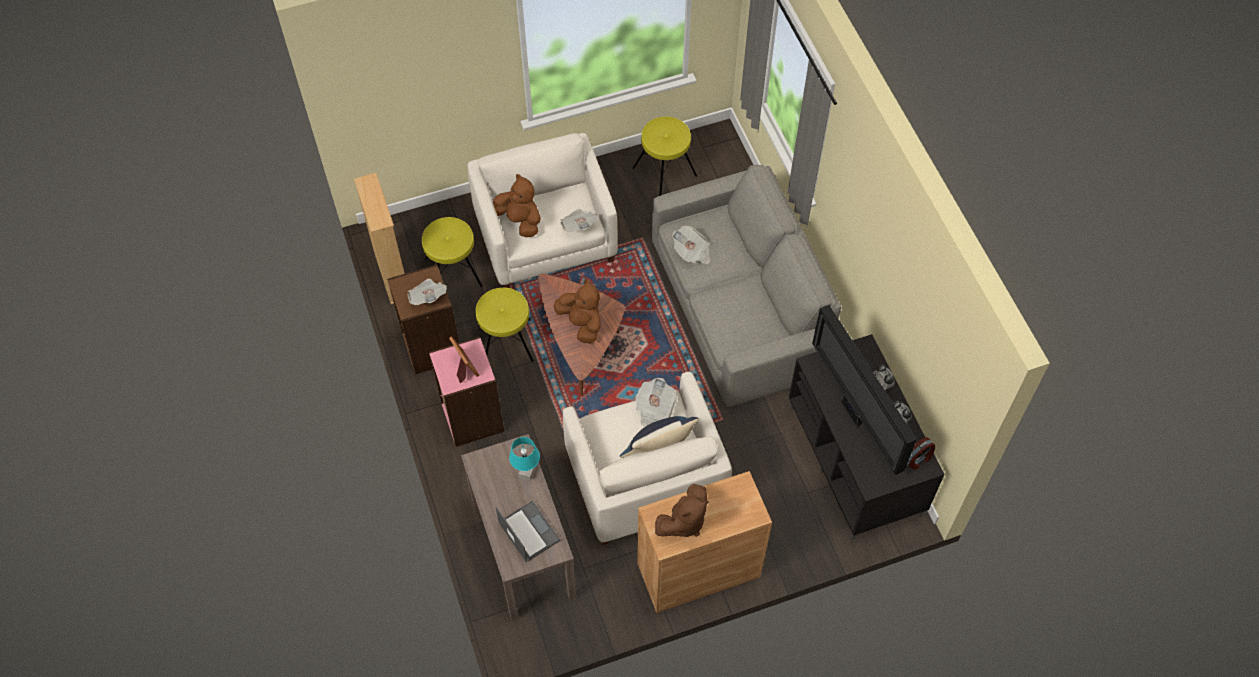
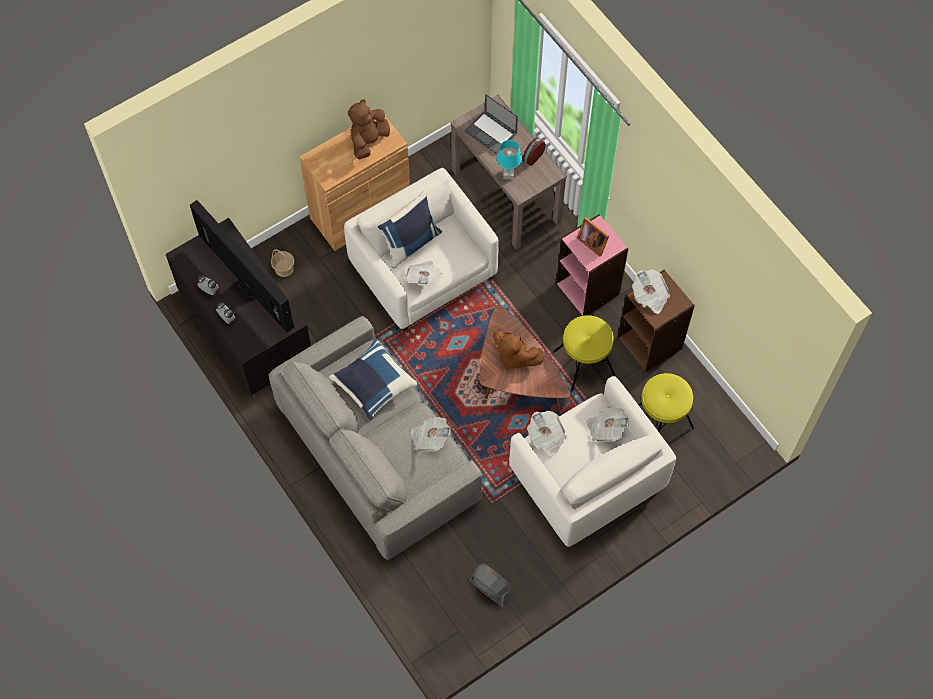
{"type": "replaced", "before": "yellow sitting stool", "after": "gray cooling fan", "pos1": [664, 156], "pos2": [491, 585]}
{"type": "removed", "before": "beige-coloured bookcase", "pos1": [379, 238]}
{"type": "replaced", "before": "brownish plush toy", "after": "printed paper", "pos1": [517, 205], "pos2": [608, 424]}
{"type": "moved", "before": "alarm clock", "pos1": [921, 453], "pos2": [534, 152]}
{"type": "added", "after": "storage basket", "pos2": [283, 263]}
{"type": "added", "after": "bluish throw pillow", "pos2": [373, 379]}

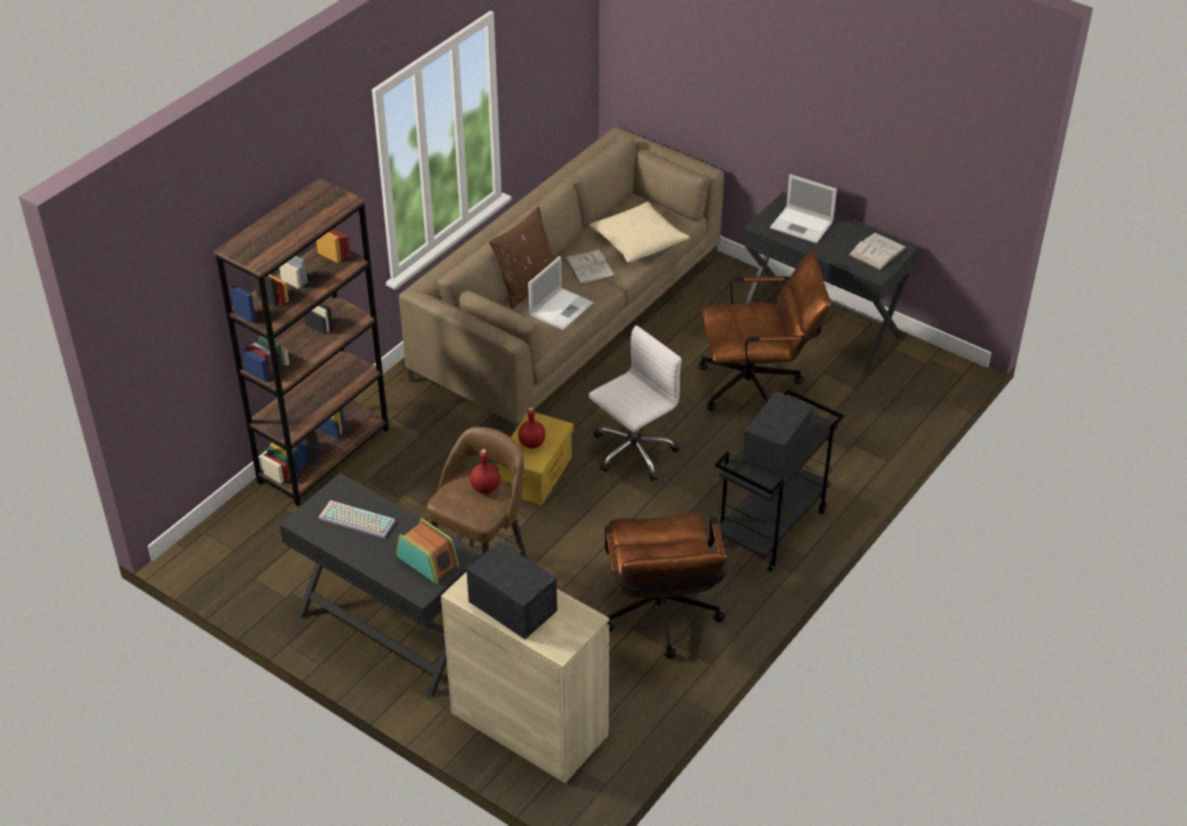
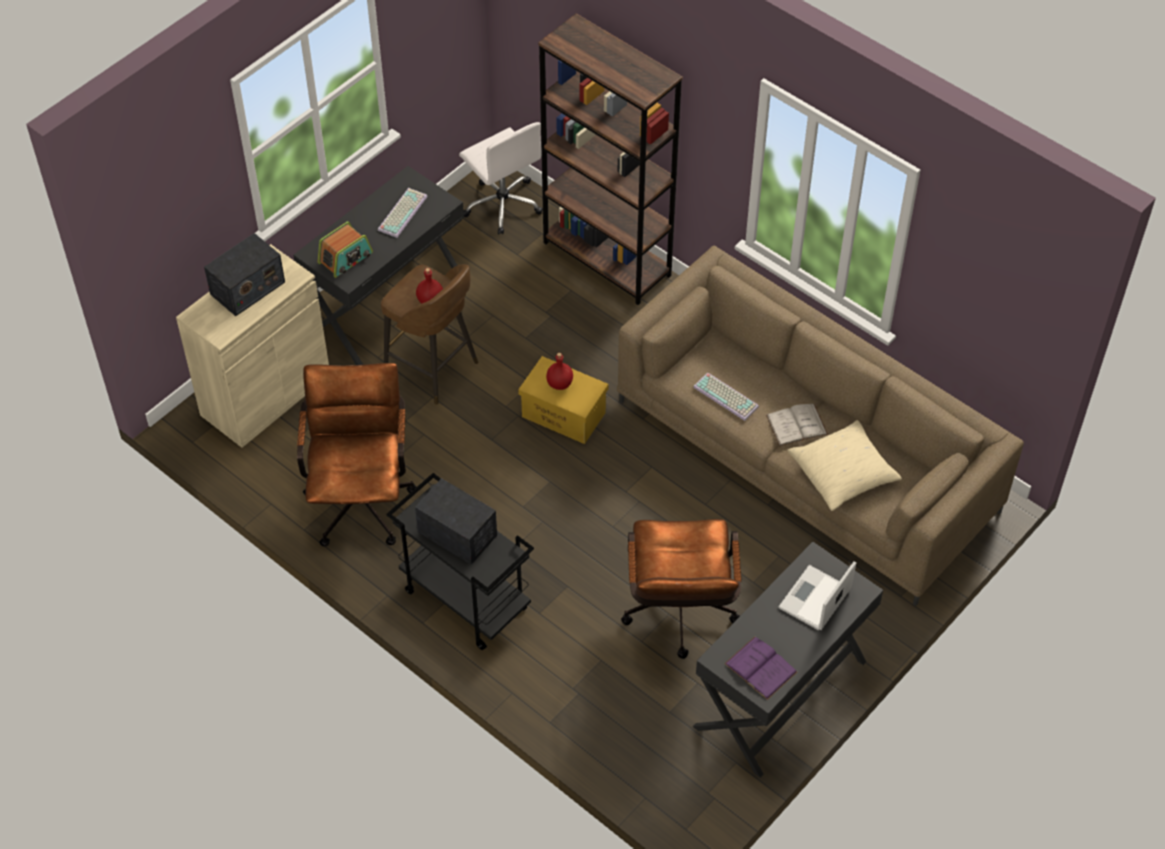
{"type": "removed", "before": "brownish throw pillow", "pos1": [521, 257]}
{"type": "recoloured", "before": "white-coloured volume", "after": "purple volume", "pos1": [878, 251], "pos2": [760, 668]}
{"type": "replaced", "before": "portable computer", "after": "PC keyboard", "pos1": [560, 293], "pos2": [726, 396]}
{"type": "moved", "before": "white-coloured desk chair", "pos1": [635, 403], "pos2": [501, 178]}
{"type": "turned", "before": "brownish desk chair", "pos1": [666, 586], "pos2": [356, 455], "turn": 90}

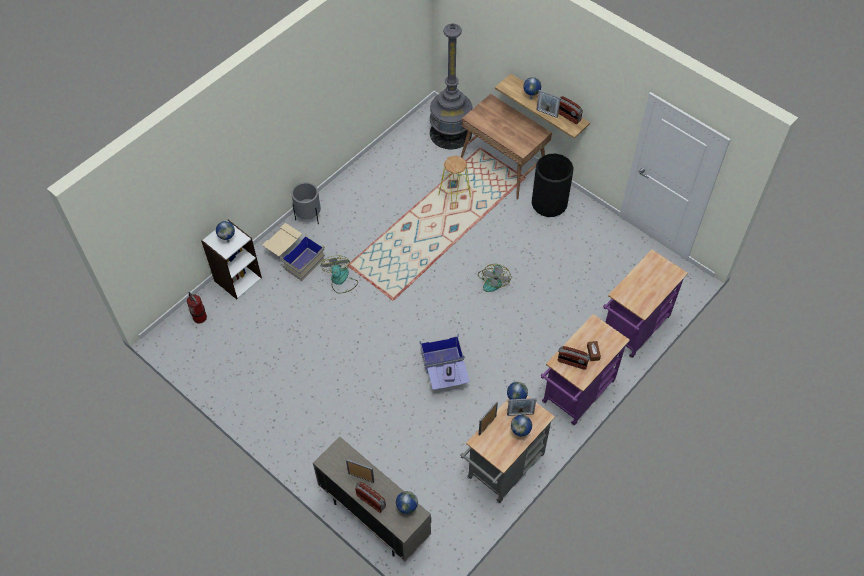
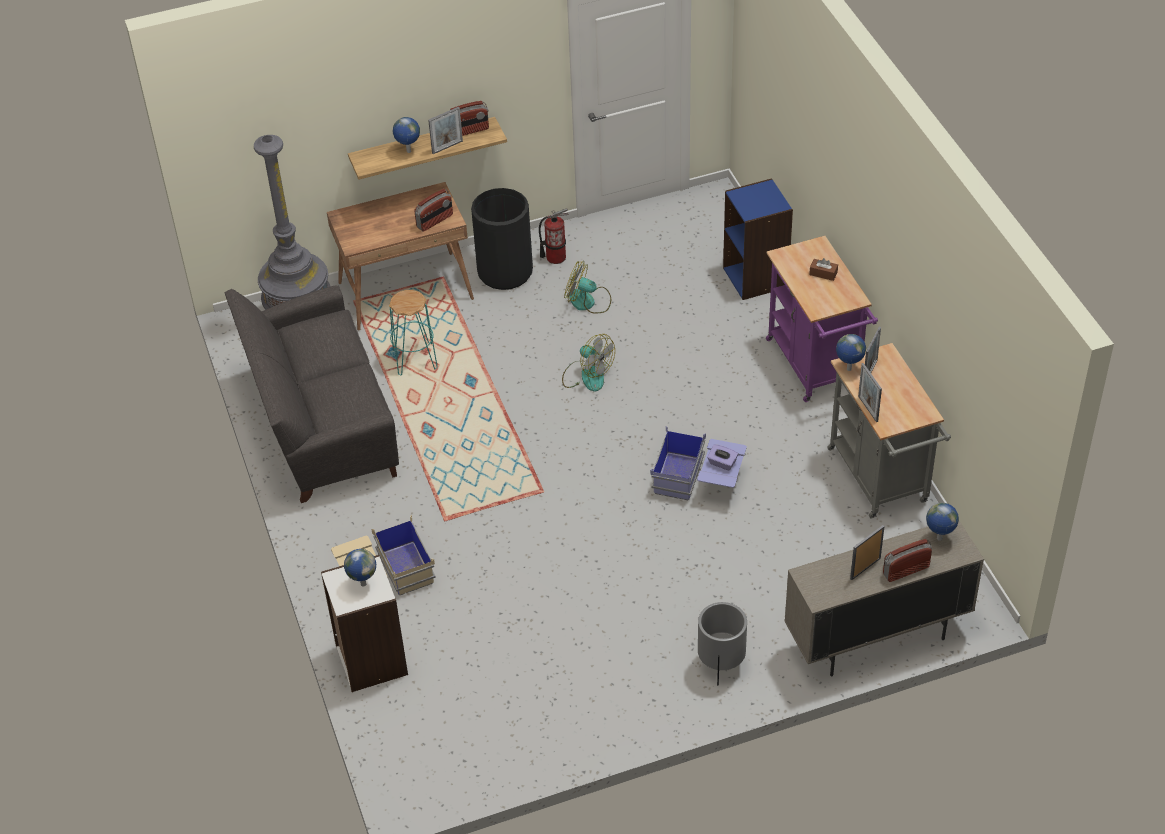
{"type": "recoloured", "before": "yellow sitting stool", "after": "turquoise sitting stool", "pos1": [454, 182], "pos2": [413, 333]}
{"type": "moved", "before": "gray flower pot", "pos1": [306, 203], "pos2": [722, 643]}
{"type": "replaced", "before": "purple wheeled cart", "after": "bluish bookcase", "pos1": [645, 304], "pos2": [758, 239]}
{"type": "moved", "before": "cooling fan", "pos1": [339, 275], "pos2": [587, 287]}
{"type": "moved", "before": "extinguisher", "pos1": [197, 307], "pos2": [554, 236]}
{"type": "moved", "before": "radio receiver", "pos1": [574, 358], "pos2": [433, 210]}
{"type": "removed", "before": "desk globe", "pos1": [521, 425]}
{"type": "added", "after": "gray couch", "pos2": [312, 394]}

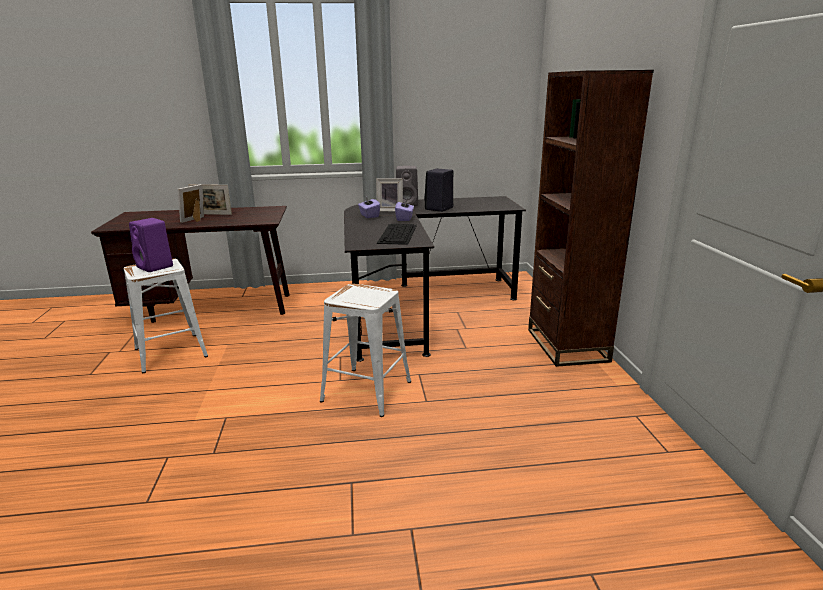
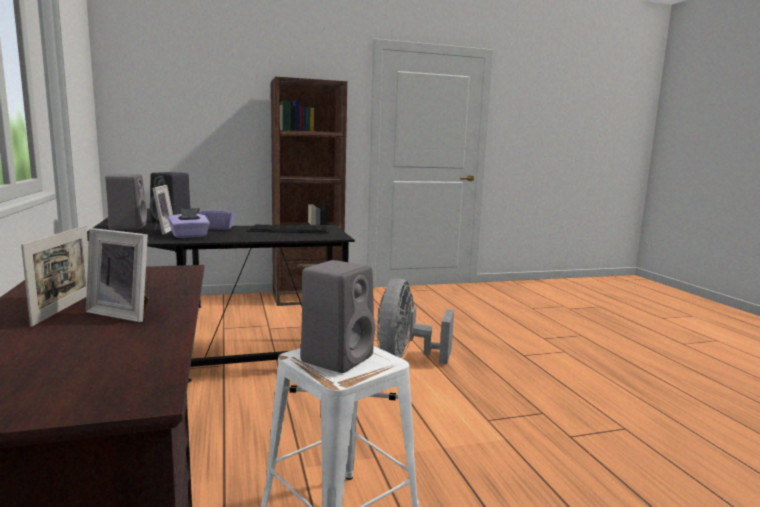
{"type": "recoloured", "before": "purple speaker", "after": "gray speaker", "pos1": [151, 245], "pos2": [338, 316]}
{"type": "replaced", "before": "white-coloured sitting stool", "after": "gray cooling fan", "pos1": [365, 350], "pos2": [415, 321]}

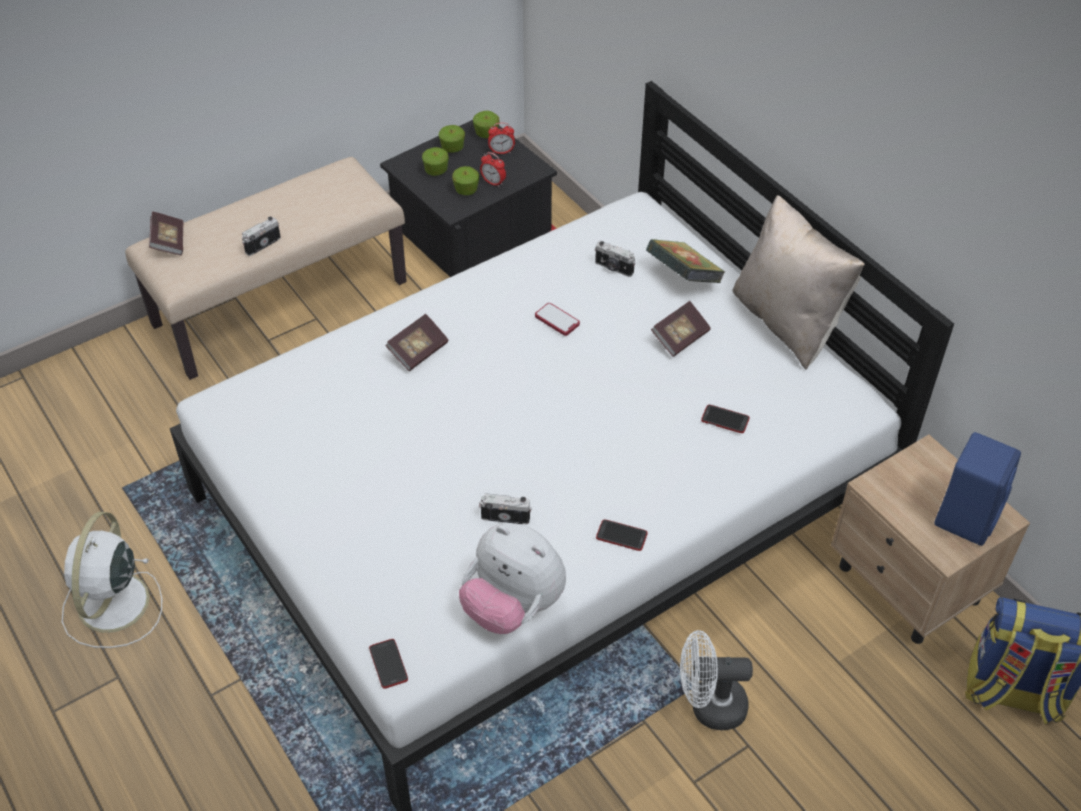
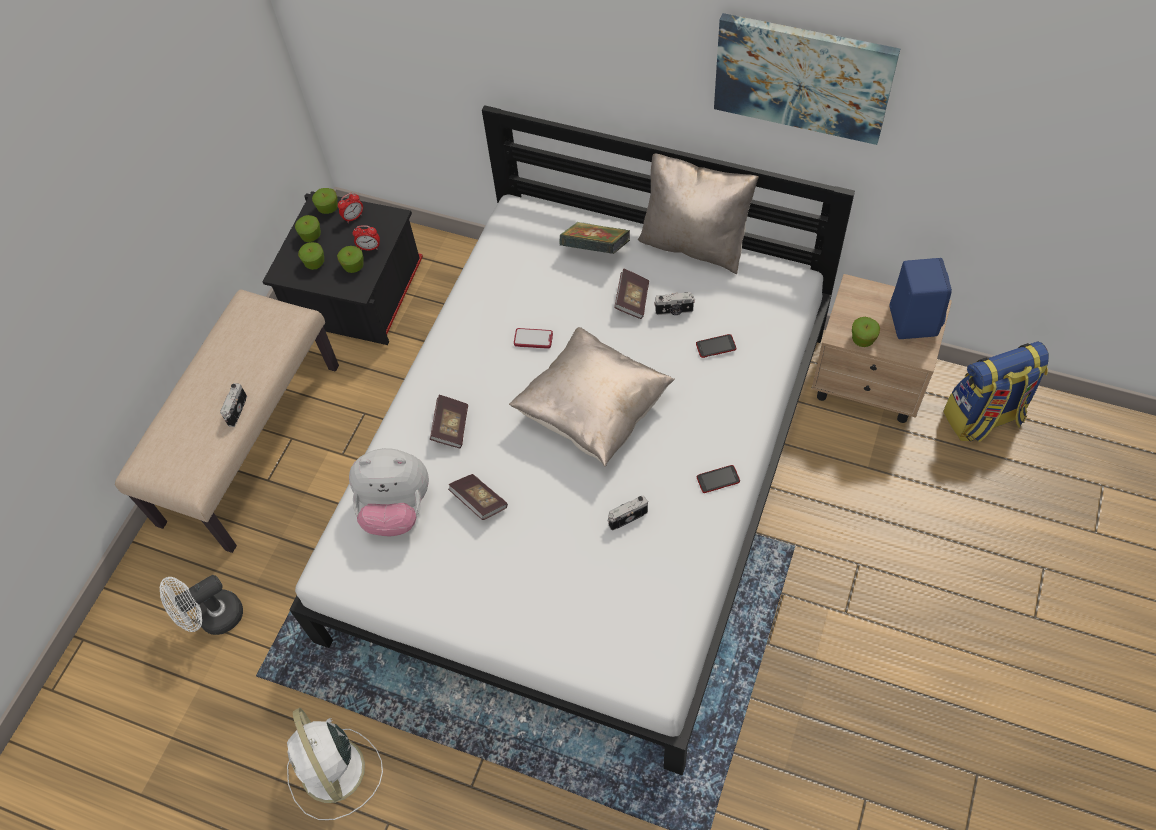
{"type": "moved", "before": "volume", "pos1": [166, 233], "pos2": [478, 497]}
{"type": "moved", "before": "still camera", "pos1": [615, 259], "pos2": [674, 303]}
{"type": "moved", "before": "plush toy", "pos1": [512, 579], "pos2": [389, 492]}
{"type": "moved", "before": "white-coloured cooling fan", "pos1": [716, 680], "pos2": [201, 605]}
{"type": "removed", "before": "telephone", "pos1": [388, 664]}
{"type": "added", "after": "wall art", "pos2": [807, 79]}
{"type": "added", "after": "apple", "pos2": [866, 332]}
{"type": "added", "after": "beige-coloured throw pillow", "pos2": [592, 397]}

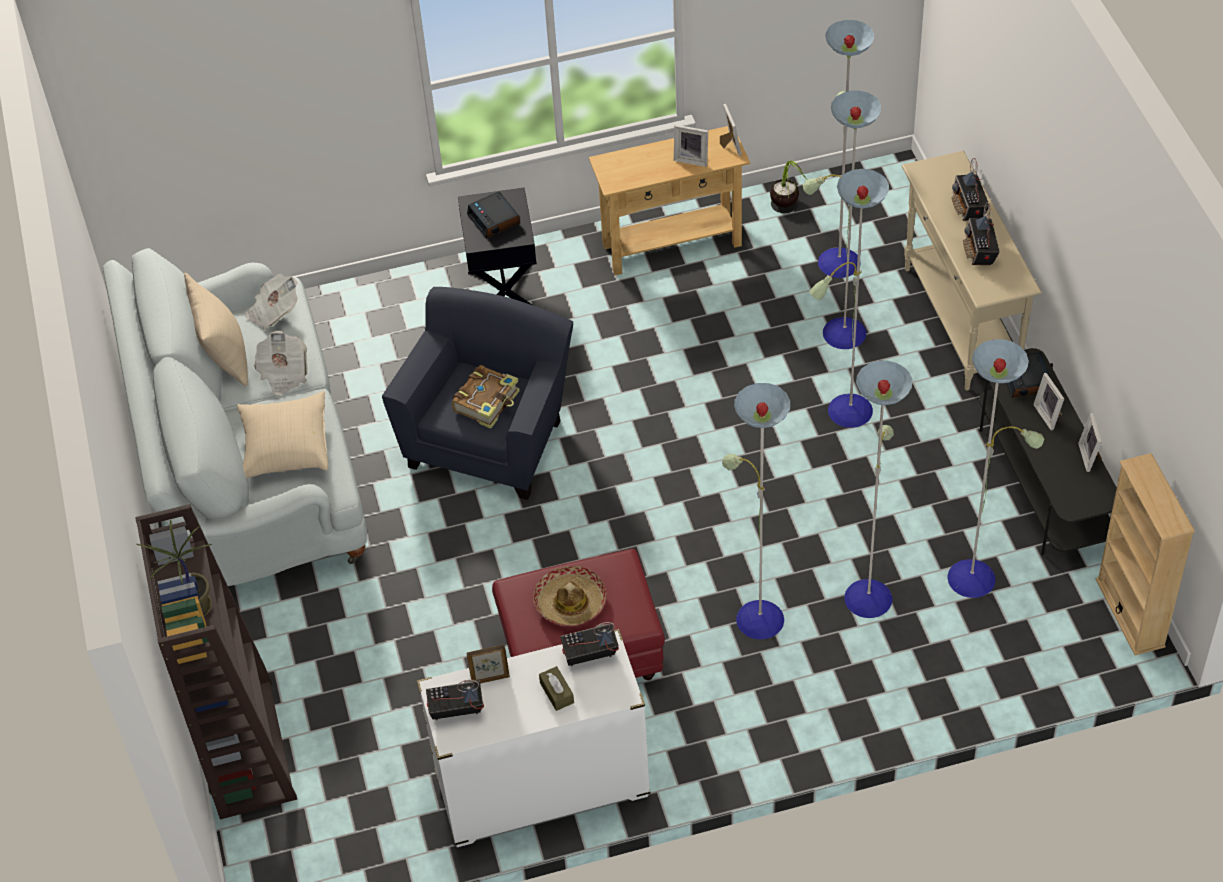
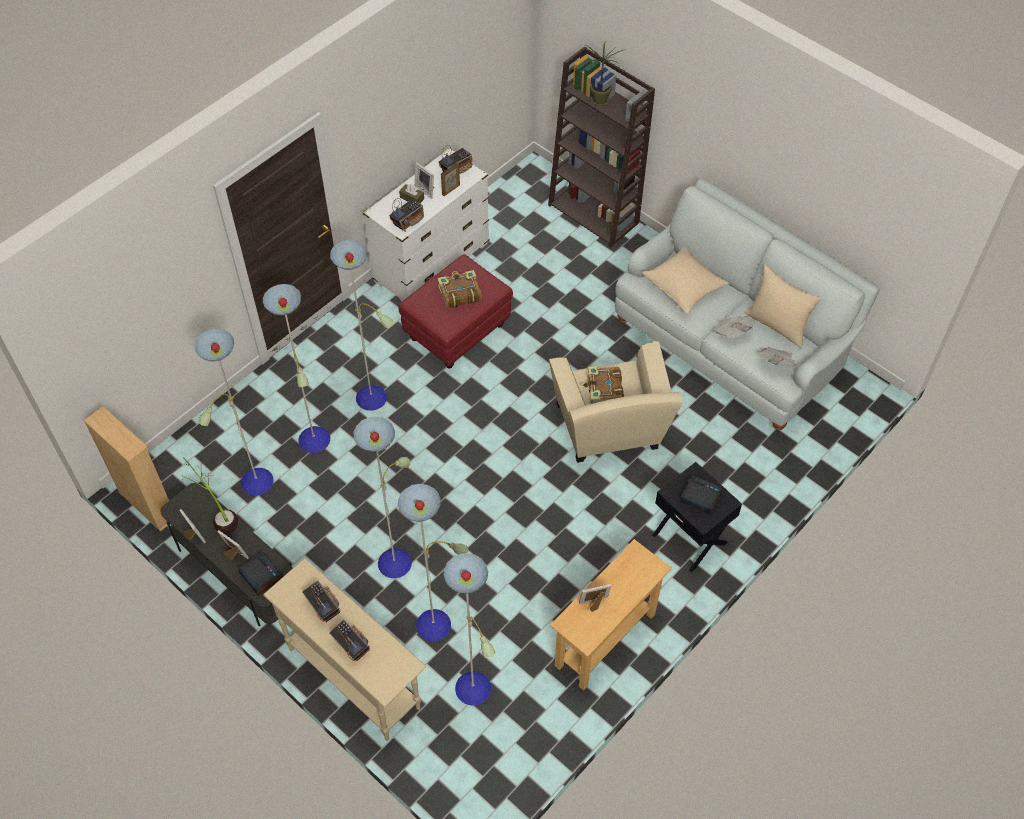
{"type": "moved", "before": "picture frame", "pos1": [731, 130], "pos2": [424, 181]}
{"type": "moved", "before": "potted plant", "pos1": [788, 187], "pos2": [210, 497]}
{"type": "recoloured", "before": "bluish lounge chair", "after": "beige-coloured lounge chair", "pos1": [477, 393], "pos2": [616, 402]}
{"type": "replaced", "before": "hat", "after": "volume", "pos1": [569, 596], "pos2": [459, 289]}

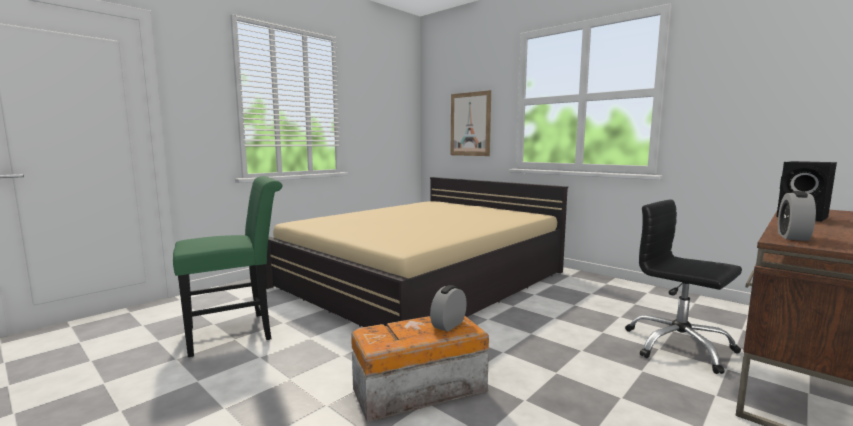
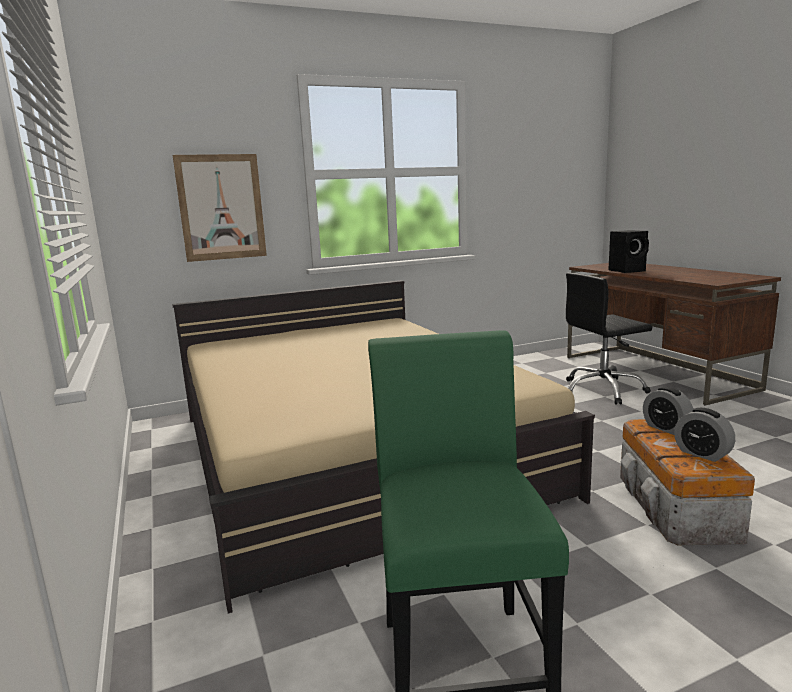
{"type": "moved", "before": "alarm clock", "pos1": [797, 216], "pos2": [704, 435]}

